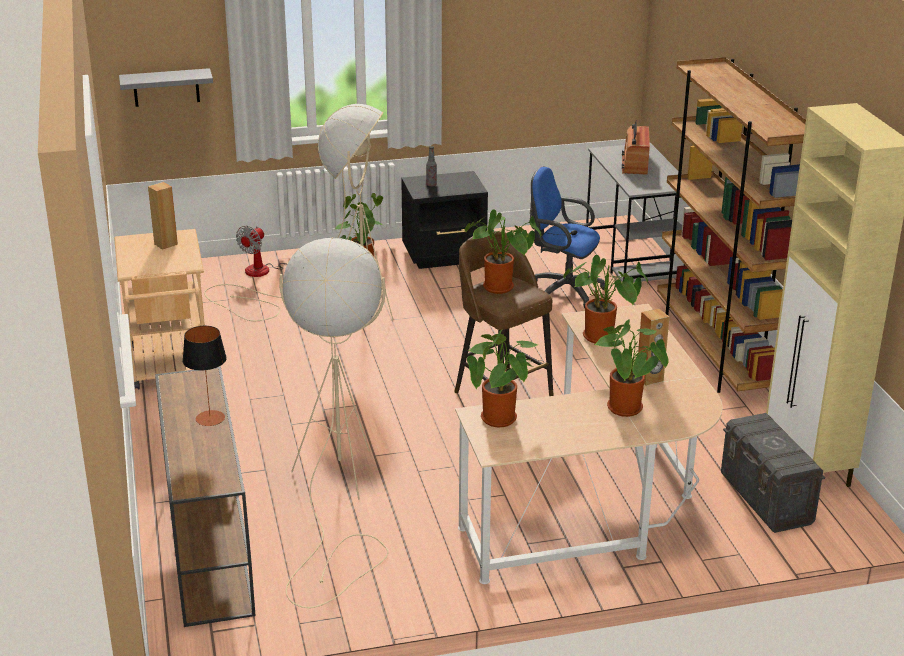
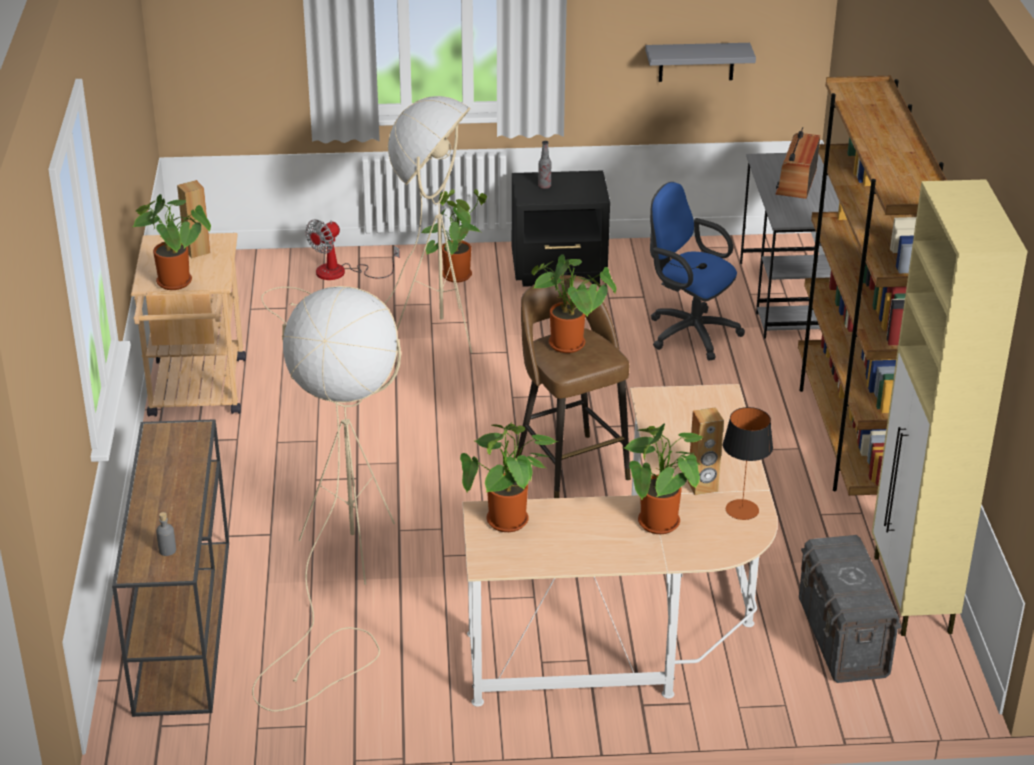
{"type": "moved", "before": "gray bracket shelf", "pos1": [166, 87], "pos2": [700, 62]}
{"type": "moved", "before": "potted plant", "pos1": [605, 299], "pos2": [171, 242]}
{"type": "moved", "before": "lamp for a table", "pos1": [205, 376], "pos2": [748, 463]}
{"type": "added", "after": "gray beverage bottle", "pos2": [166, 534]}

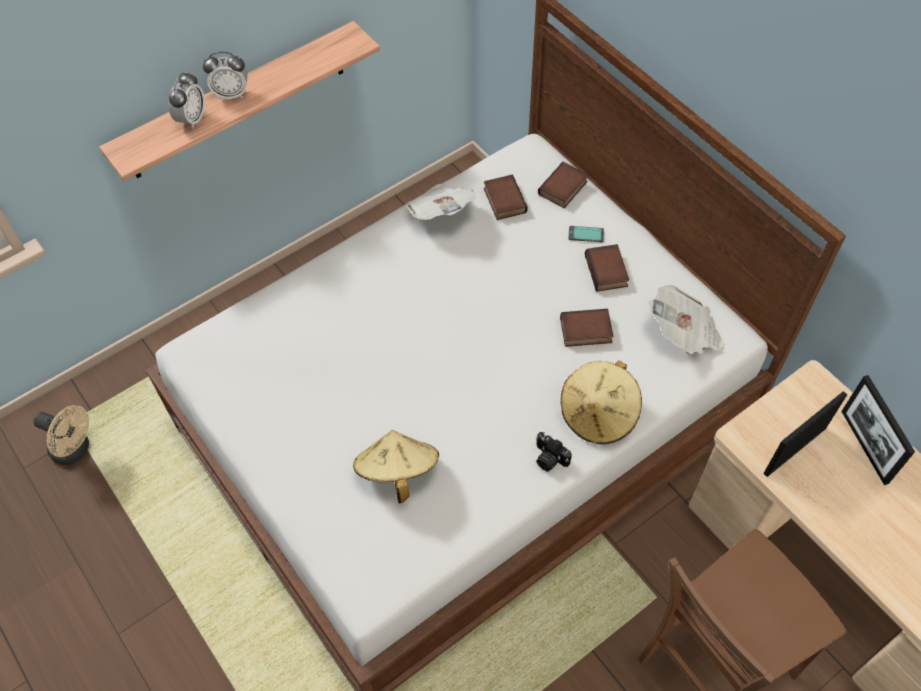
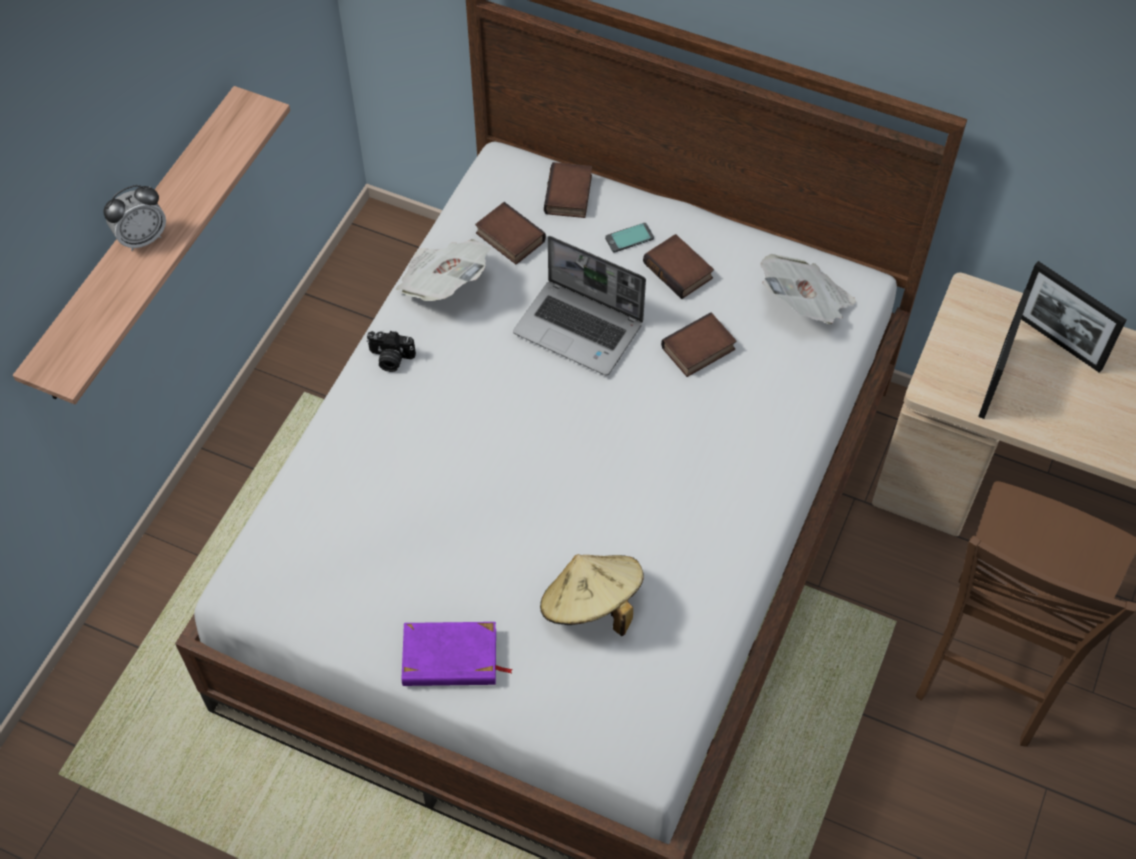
{"type": "removed", "before": "alarm clock", "pos1": [186, 100]}
{"type": "removed", "before": "beige-coloured hat", "pos1": [601, 402]}
{"type": "removed", "before": "beige-coloured cooling fan", "pos1": [61, 435]}
{"type": "moved", "before": "still camera", "pos1": [554, 452], "pos2": [391, 351]}
{"type": "added", "after": "portable computer", "pos2": [579, 305]}
{"type": "added", "after": "purple volume", "pos2": [457, 654]}

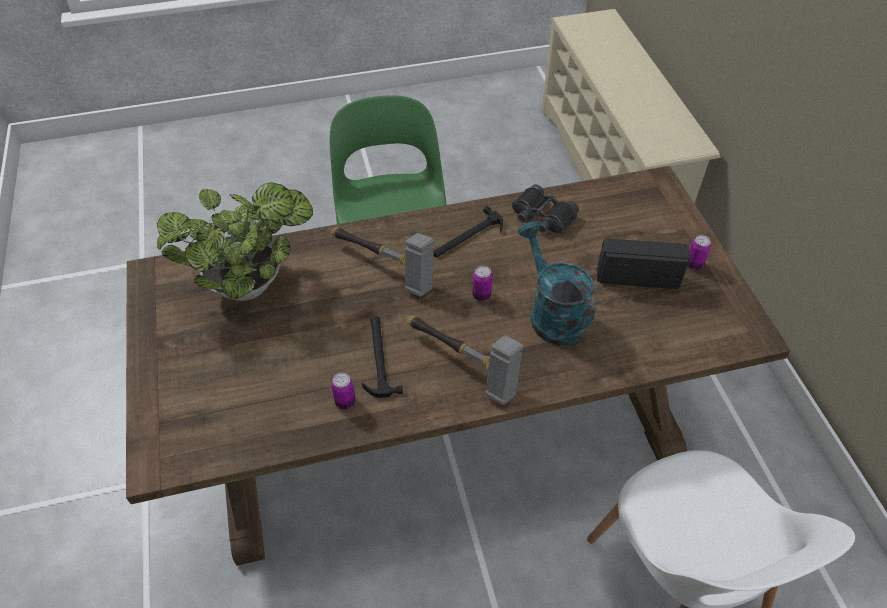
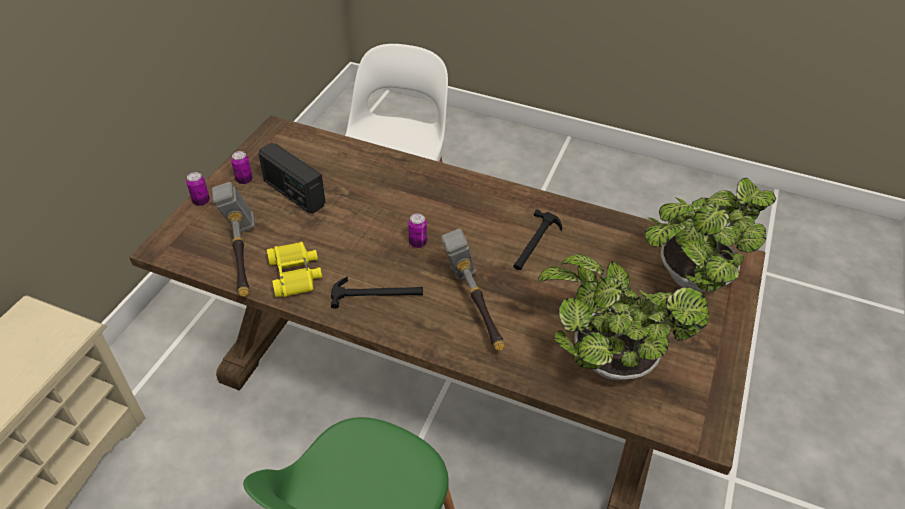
{"type": "recoloured", "before": "blackish field glasses", "after": "yellow field glasses", "pos1": [545, 208], "pos2": [294, 269]}
{"type": "removed", "before": "turquoise sprinkling can", "pos1": [556, 283]}
{"type": "moved", "before": "hand hammer", "pos1": [465, 360], "pos2": [233, 239]}
{"type": "moved", "before": "can", "pos1": [343, 391], "pos2": [198, 189]}
{"type": "added", "after": "potted plant", "pos2": [710, 235]}

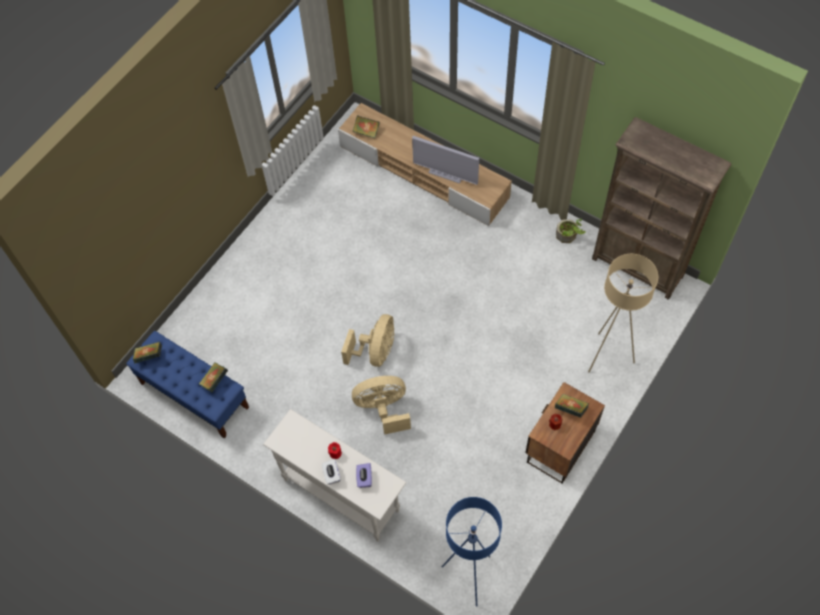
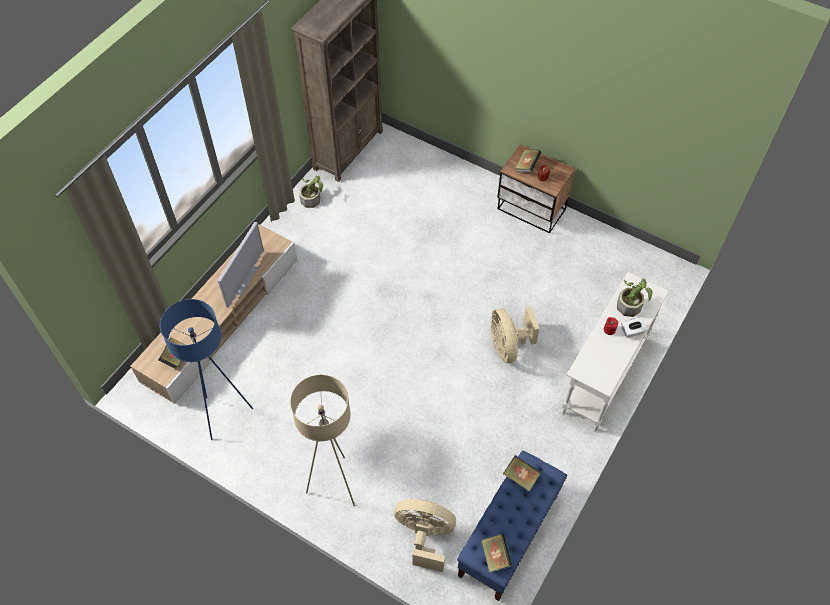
{"type": "moved", "before": "beige-coloured standard lamp", "pos1": [623, 313], "pos2": [322, 440]}
{"type": "moved", "before": "beige-coloured cooling fan", "pos1": [367, 340], "pos2": [425, 535]}
{"type": "replaced", "before": "purple tissue box", "after": "potted plant", "pos1": [364, 475], "pos2": [635, 297]}
{"type": "moved", "before": "bluish standard lamp", "pos1": [472, 552], "pos2": [206, 369]}

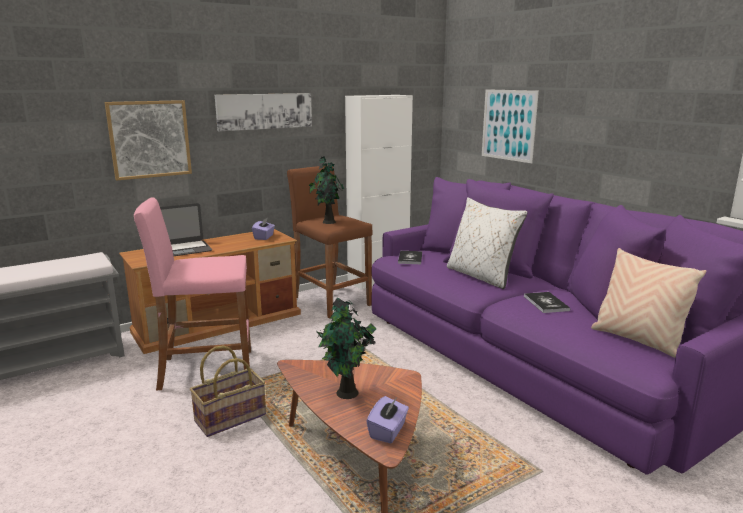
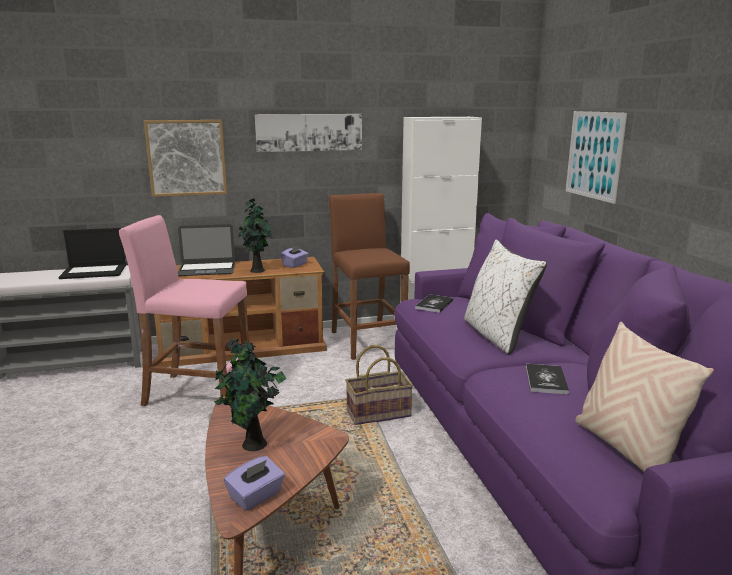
{"type": "moved", "before": "potted plant", "pos1": [326, 190], "pos2": [255, 236]}
{"type": "moved", "before": "storage basket", "pos1": [228, 391], "pos2": [379, 385]}
{"type": "added", "after": "portable computer", "pos2": [92, 253]}

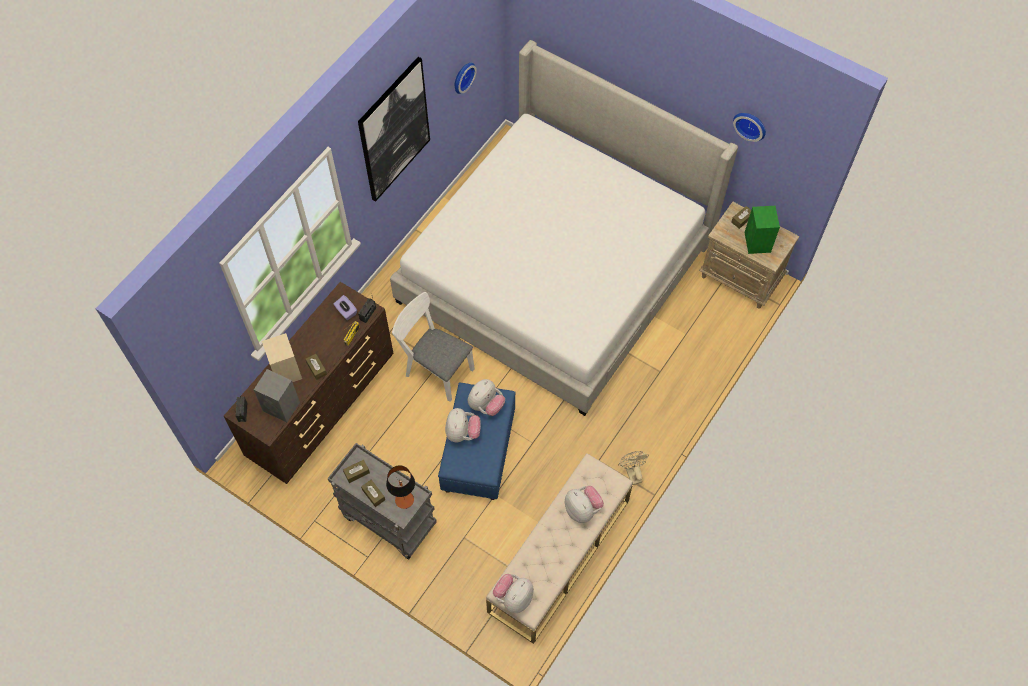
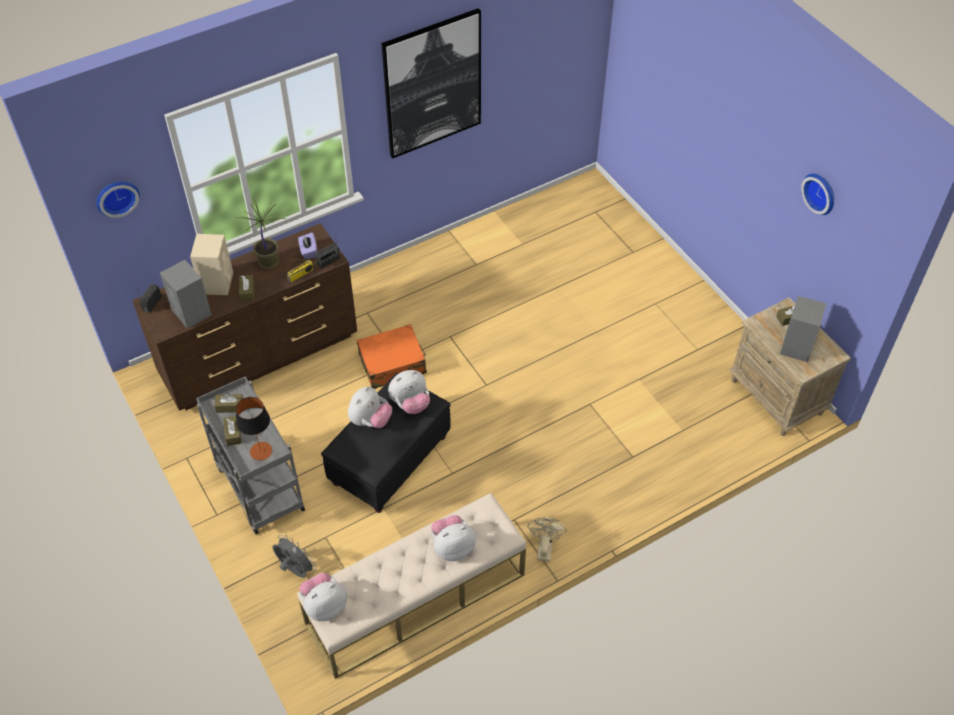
{"type": "removed", "before": "bedroom bed", "pos1": [564, 228]}
{"type": "moved", "before": "hanging clock", "pos1": [466, 78], "pos2": [118, 199]}
{"type": "recoloured", "before": "green-coloured speaker", "after": "gray speaker", "pos1": [762, 230], "pos2": [803, 329]}
{"type": "replaced", "before": "white-coloured upright chair", "after": "orangey travel case", "pos1": [433, 347], "pos2": [392, 356]}
{"type": "recoloured", "before": "bluish pouffe", "after": "blackish pouffe", "pos1": [477, 441], "pos2": [386, 443]}
{"type": "turned", "before": "plush toy", "pos1": [584, 504], "pos2": [453, 538], "turn": -105}
{"type": "added", "after": "potted plant", "pos2": [261, 234]}
{"type": "added", "after": "gray cooling fan", "pos2": [294, 556]}

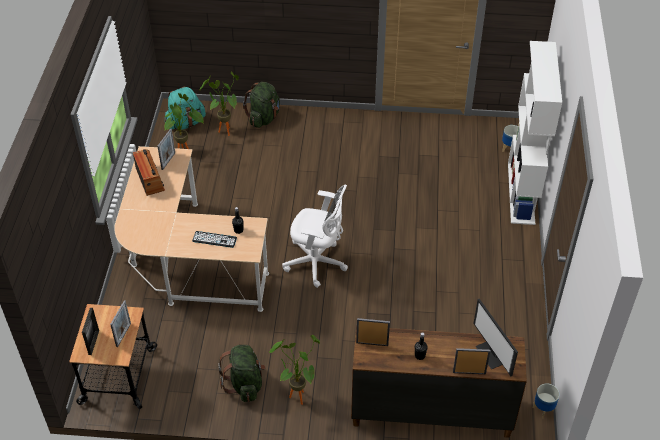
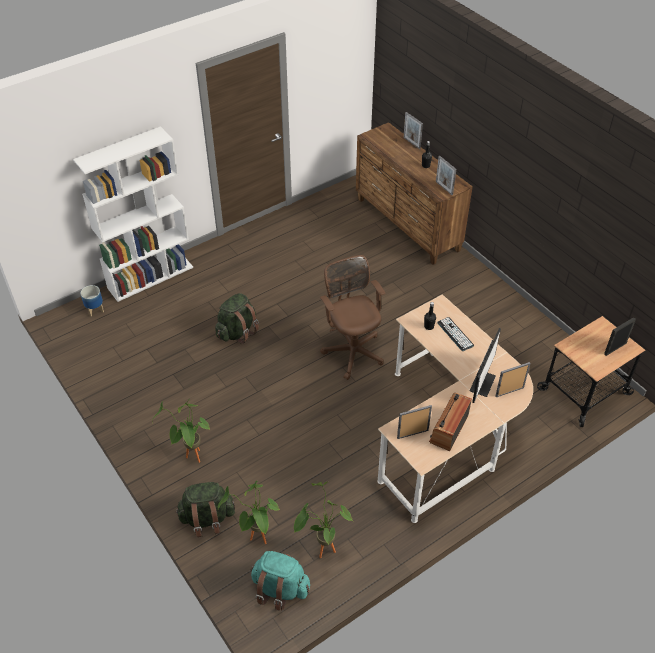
{"type": "recoloured", "before": "white-coloured desk chair", "after": "brownish desk chair", "pos1": [315, 236], "pos2": [352, 317]}
{"type": "moved", "before": "monitor", "pos1": [495, 337], "pos2": [485, 365]}
{"type": "moved", "before": "picture frame", "pos1": [120, 323], "pos2": [512, 379]}
{"type": "moved", "before": "potted plant", "pos1": [294, 370], "pos2": [181, 431]}
{"type": "moved", "before": "green-coloured rucksack", "pos1": [242, 373], "pos2": [237, 318]}
{"type": "removed", "before": "flower pot", "pos1": [546, 401]}

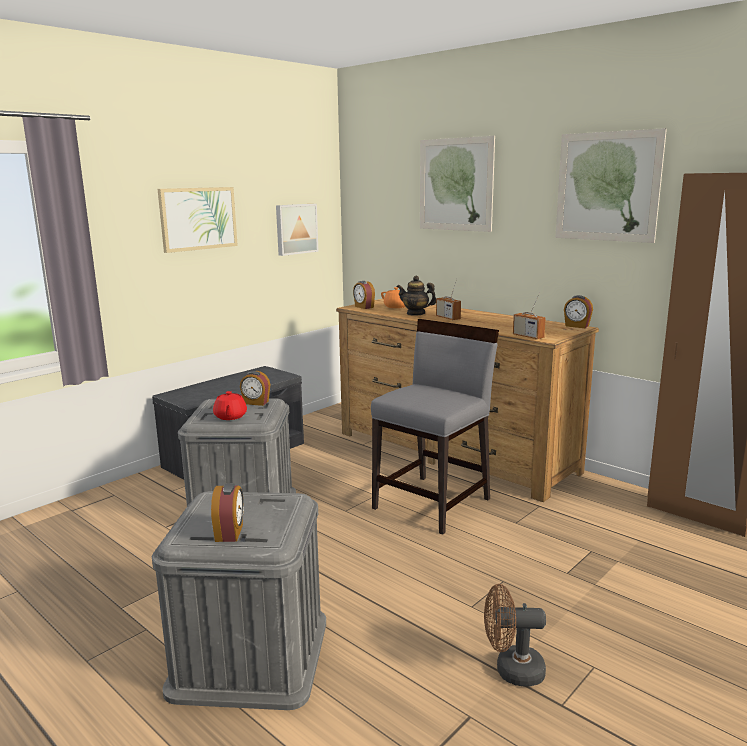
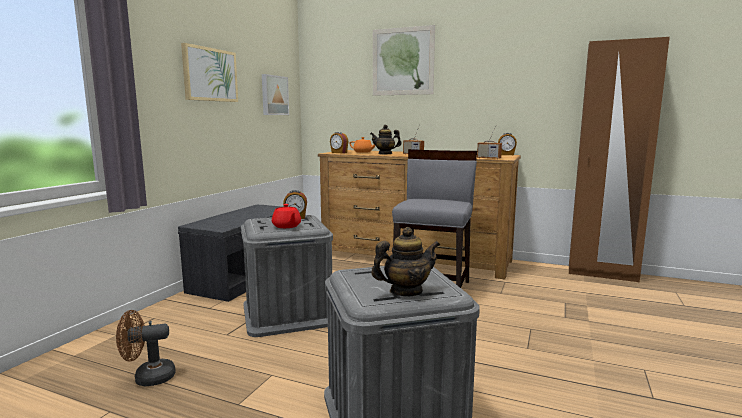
{"type": "removed", "before": "wall art", "pos1": [611, 185]}
{"type": "replaced", "before": "alarm clock", "after": "tea pot", "pos1": [227, 512], "pos2": [405, 261]}
{"type": "moved", "before": "brownish cooling fan", "pos1": [515, 635], "pos2": [145, 348]}

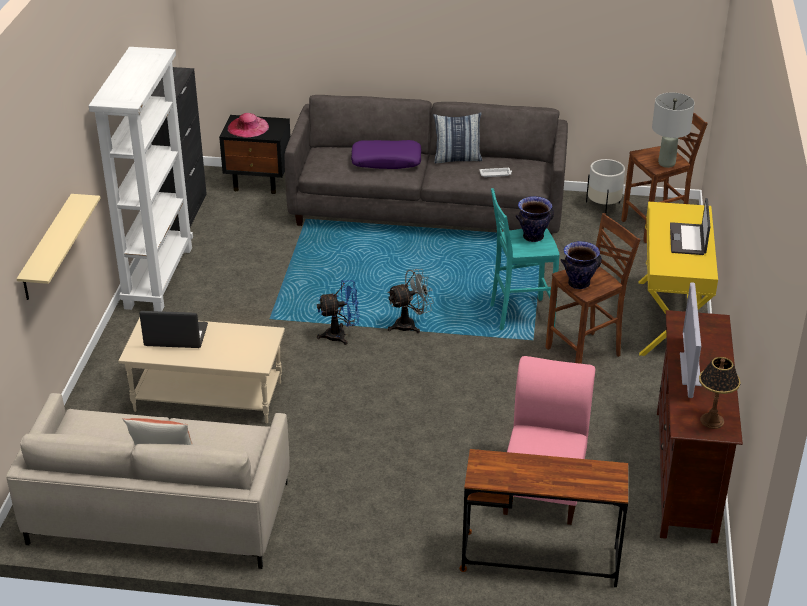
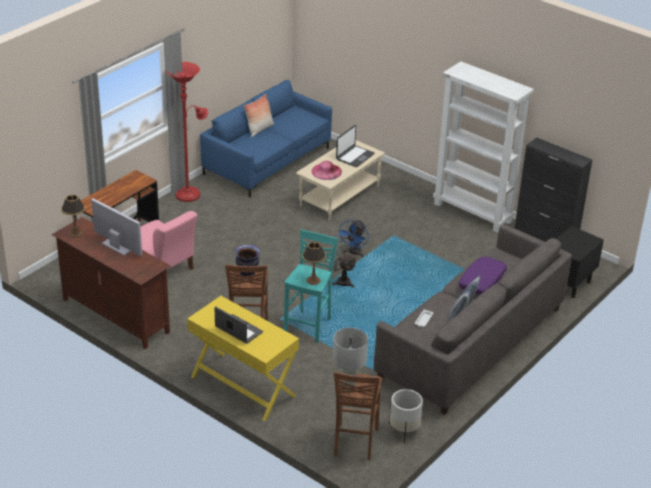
{"type": "moved", "before": "pinkish hat", "pos1": [248, 125], "pos2": [327, 170]}
{"type": "removed", "before": "beige-coloured bracket shelf", "pos1": [59, 247]}
{"type": "replaced", "before": "decorative vase", "after": "lamp for a table", "pos1": [535, 219], "pos2": [314, 263]}
{"type": "turned", "before": "gray cooling fan", "pos1": [411, 301], "pos2": [341, 264], "turn": 120}
{"type": "recoloured", "before": "beige-coloured couch", "after": "bluish couch", "pos1": [148, 481], "pos2": [266, 139]}
{"type": "added", "after": "red-coloured standard lamp", "pos2": [187, 132]}

